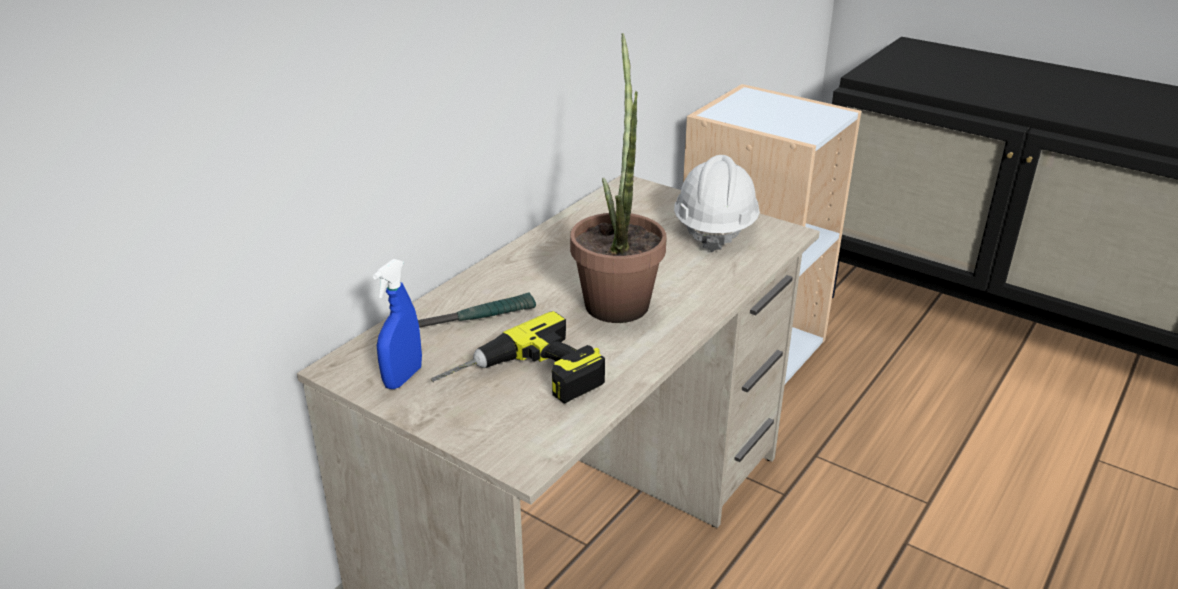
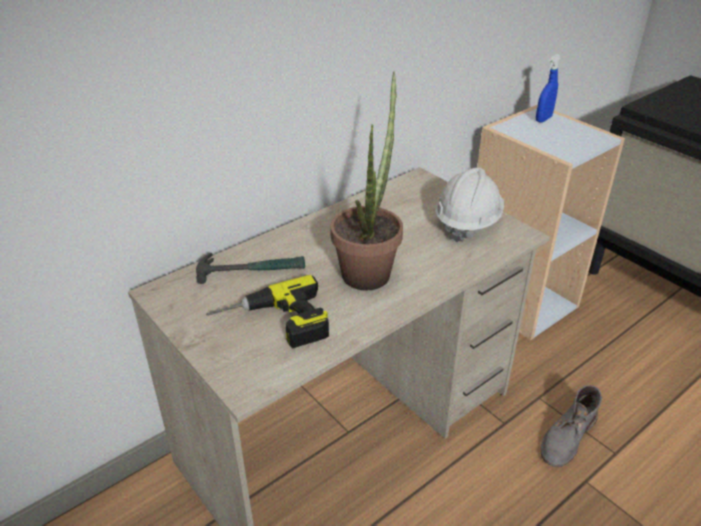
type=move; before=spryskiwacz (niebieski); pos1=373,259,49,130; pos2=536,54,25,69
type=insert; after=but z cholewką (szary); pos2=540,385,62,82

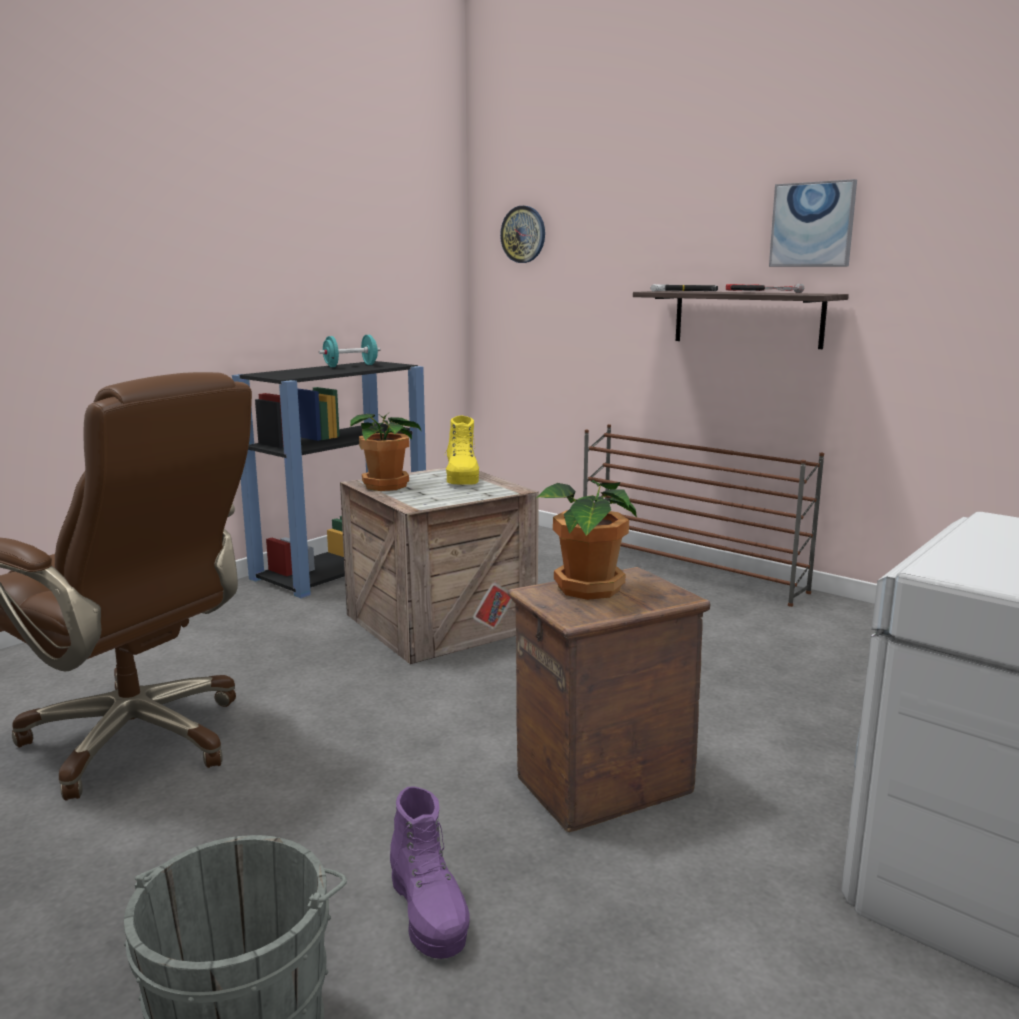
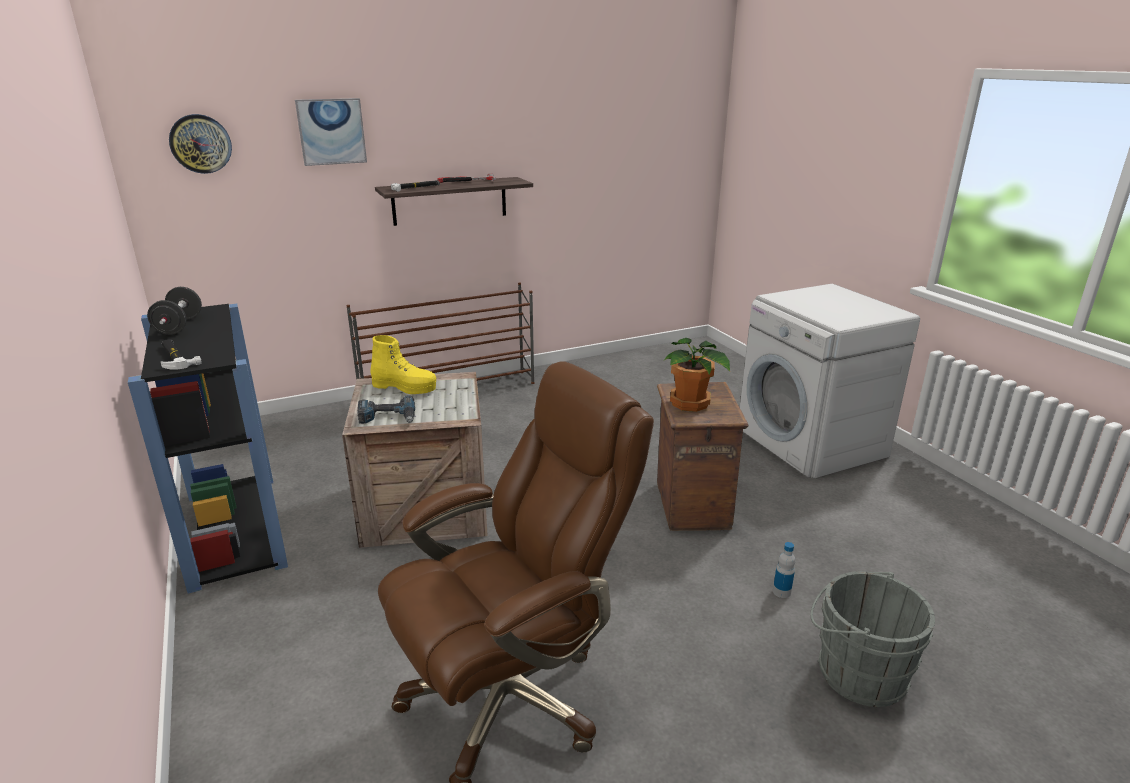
type=recolor; before=hantel (turkusowy); after=hantel (czarny); pos1=319,335,62,32; pos2=147,287,55,48
type=replace; before=roślina doniczkowa; after=wiertarka; pos1=350,414,71,77; pos2=358,395,57,29
type=replace; before=but z cholewką (fioletowy); after=butelka; pos1=390,786,80,173; pos2=773,542,22,56
type=move; before=obraz; pos1=769,179,88,88; pos2=295,98,72,68
type=insert; after=młotek; pos2=161,339,41,31

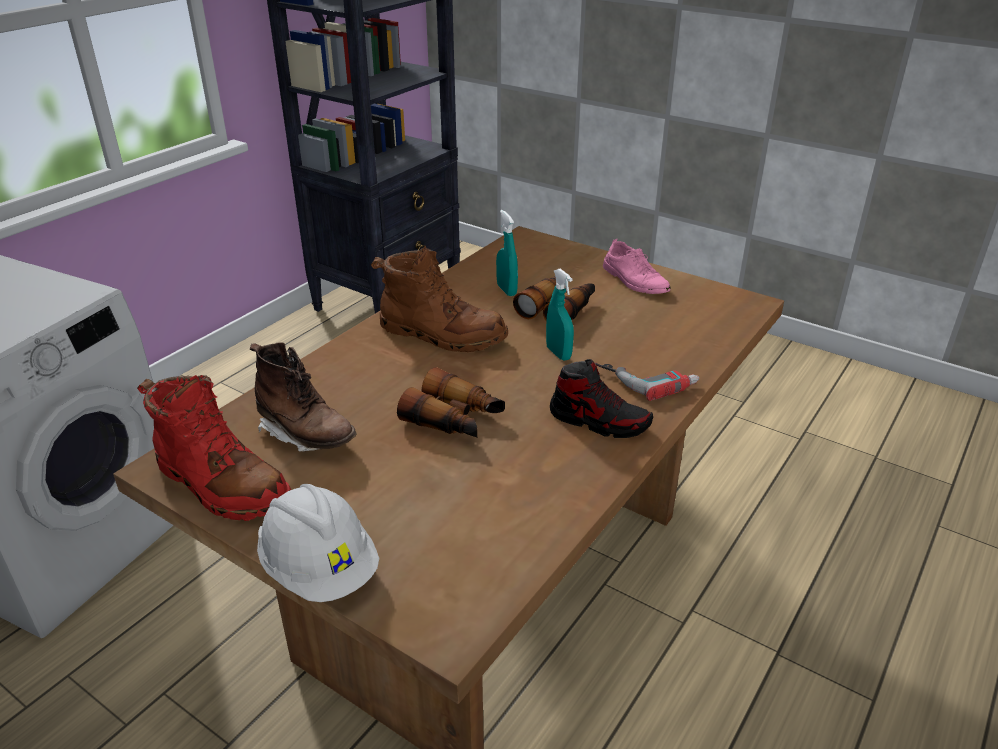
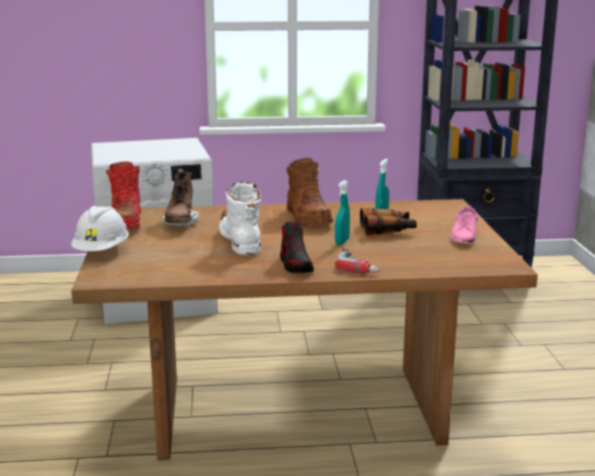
type=replace; before=lornetka; after=but z cholewką (biały); pos1=397,367,108,70; pos2=219,182,42,73

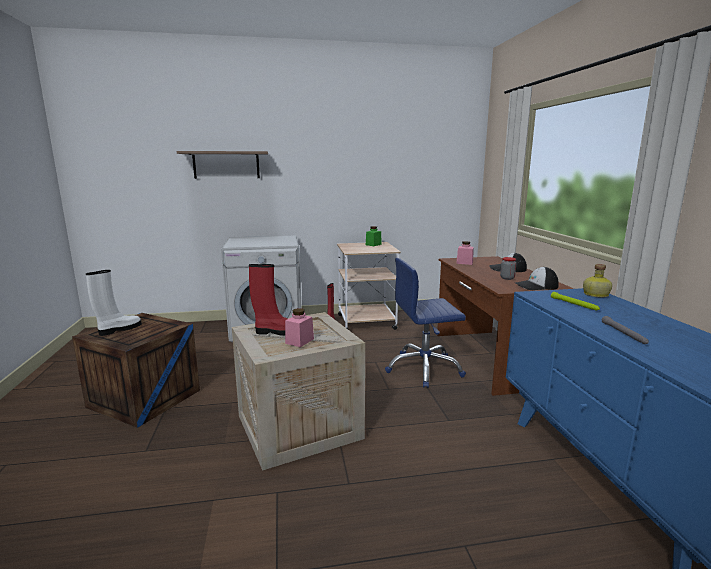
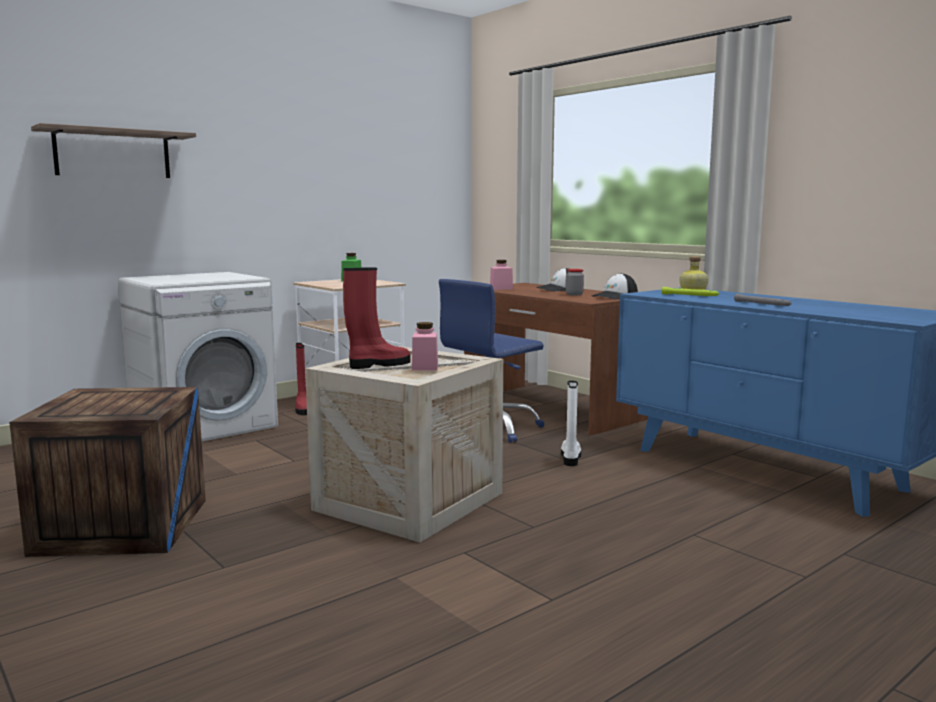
type=move; before=but z cholewką (biały); pos1=86,270,56,66; pos2=561,381,20,85

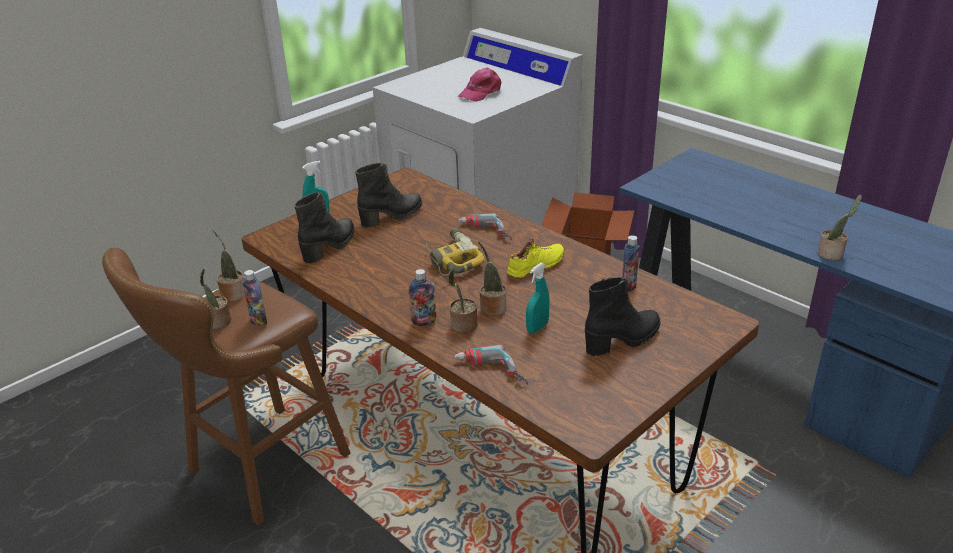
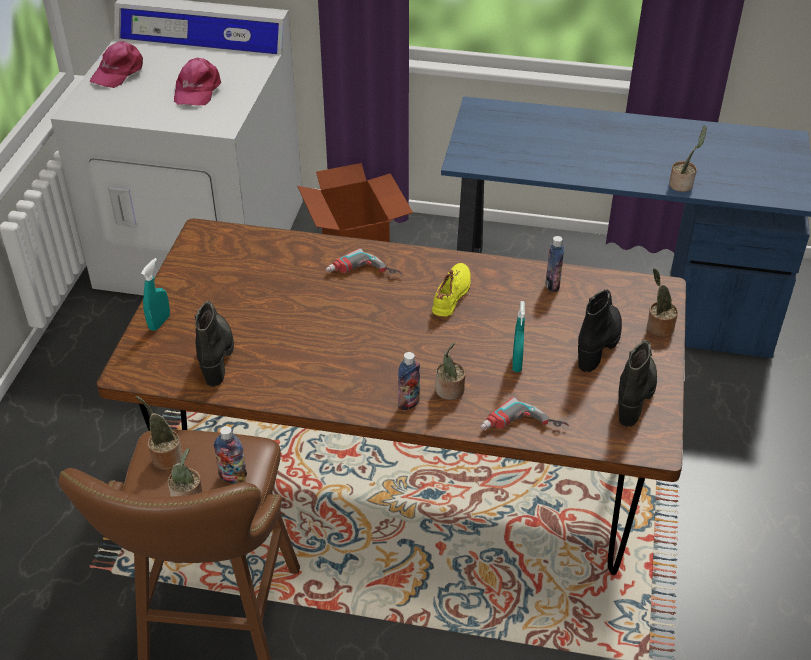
type=move; before=but z cholewką (czarny); pos1=355,163,67,65; pos2=618,340,39,87
type=delete; before=wiertarka; pos1=425,228,60,49
type=move; before=roślina doniczkowa; pos1=478,241,28,75; pos2=647,269,31,69
type=insert; after=czapka z daszkiem (różowy); pos2=90,41,53,47

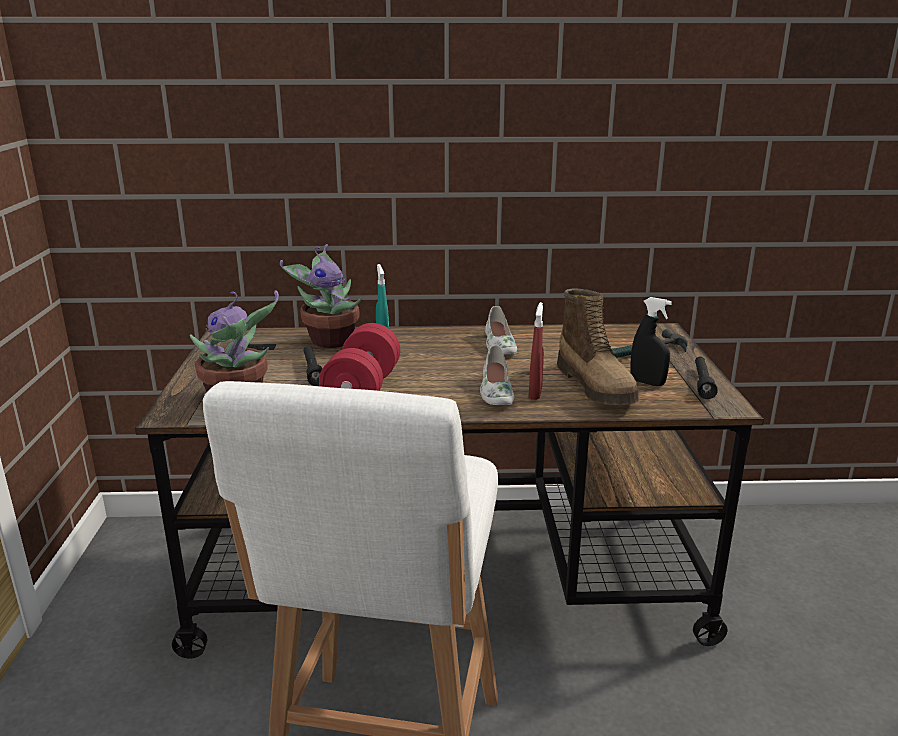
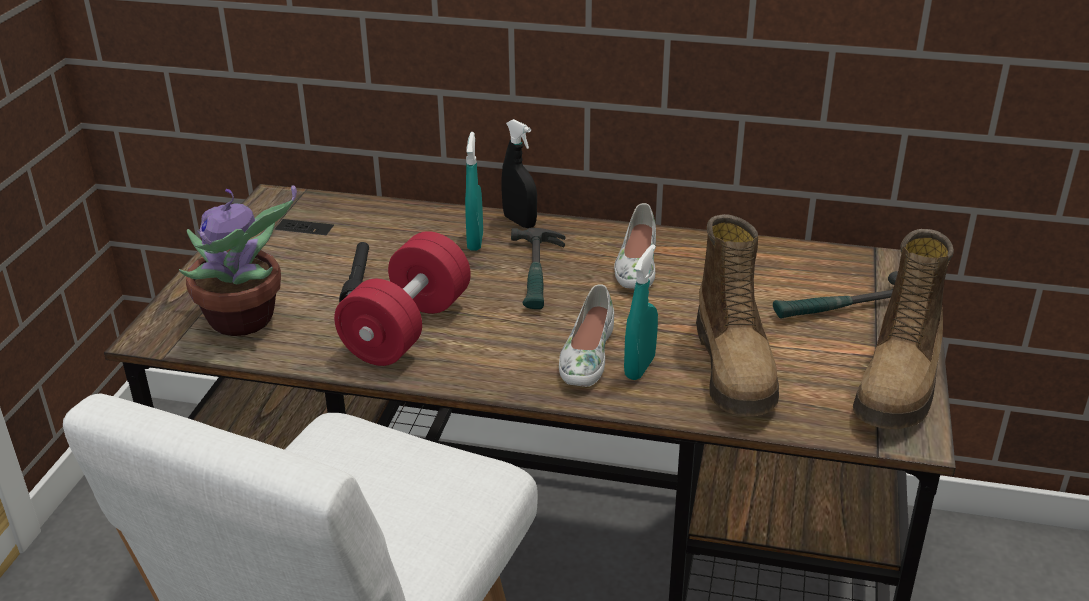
type=delete; before=roślina doniczkowa; pos1=280,244,82,104
type=recolor; before=spryskiwacz (czerwony); after=spryskiwacz (turkusowy); pos1=529,302,15,98; pos2=624,244,34,136
type=move; before=spryskiwacz (czarny); pos1=630,297,42,89; pos2=502,119,35,109
type=replace; before=latarka (czarny); after=but z cholewką; pos1=695,356,23,43; pos2=853,229,101,200
type=insert; after=młotek; pos2=511,228,54,81

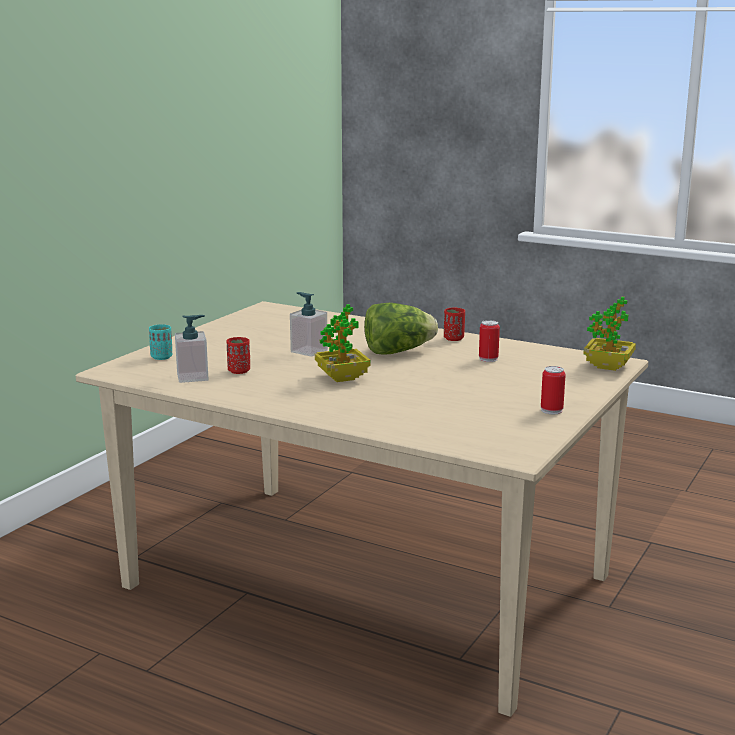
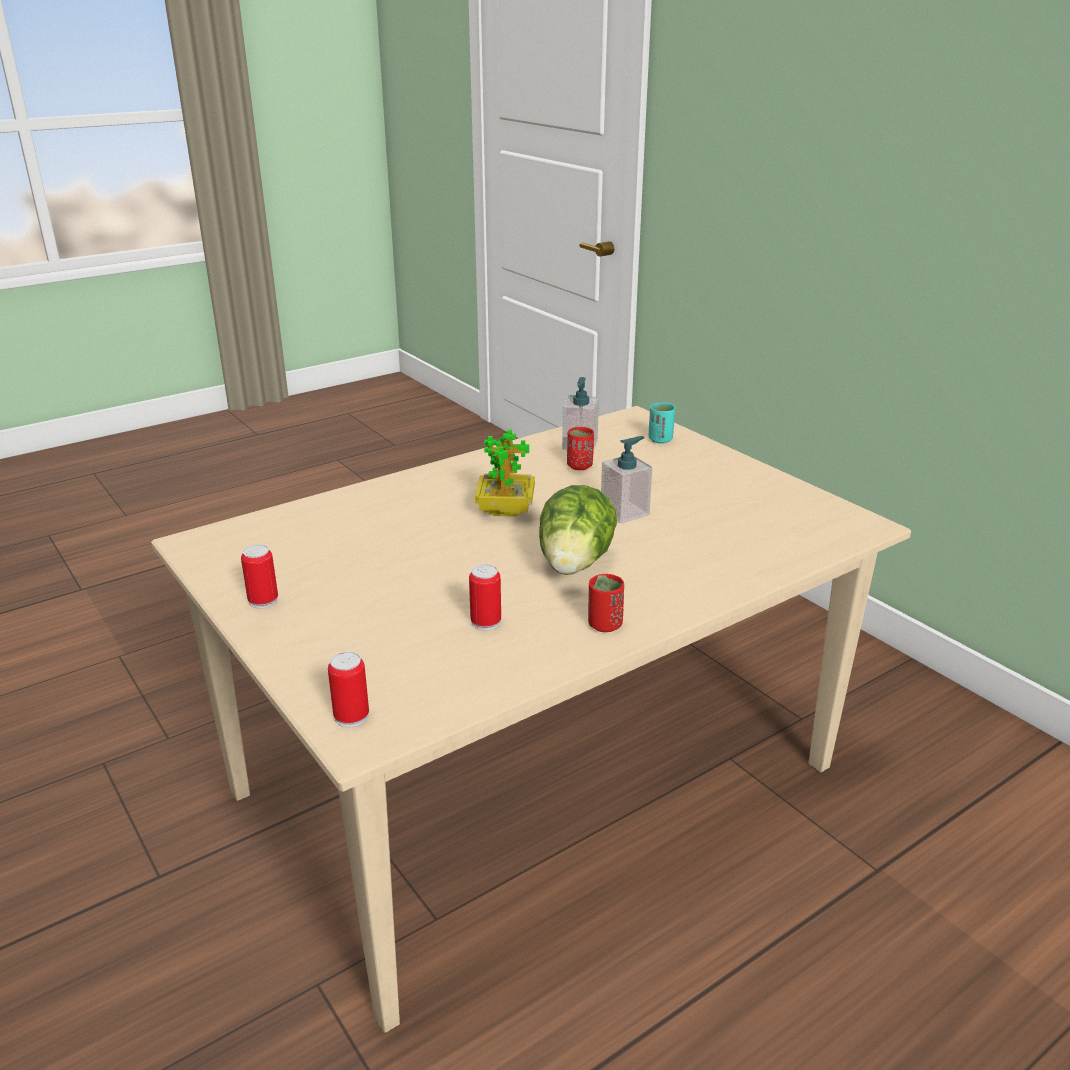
type=replace; before=roślina doniczkowa; after=puszka; pos1=583,297,53,74; pos2=328,651,41,76

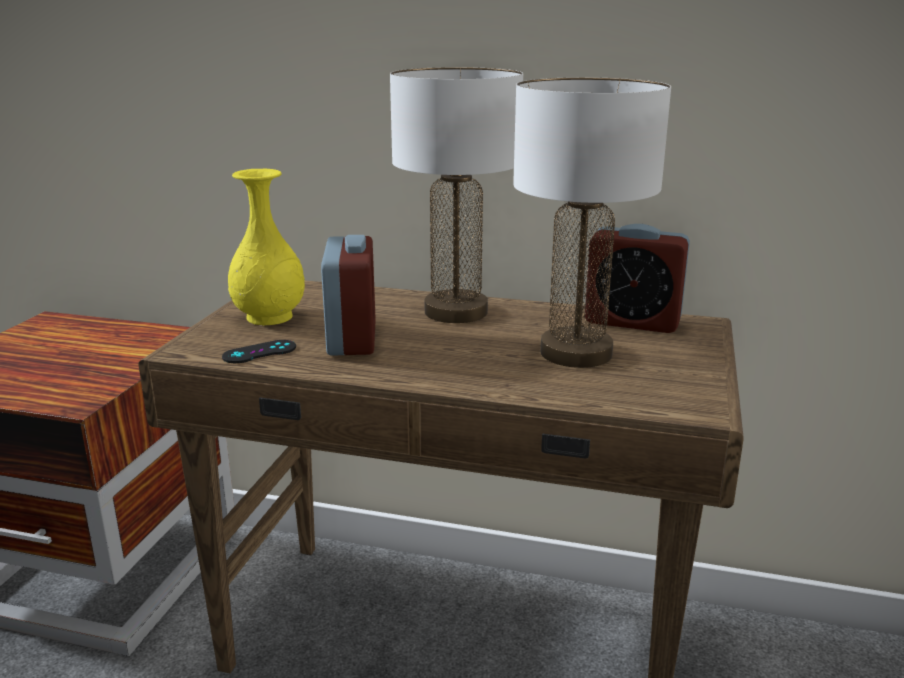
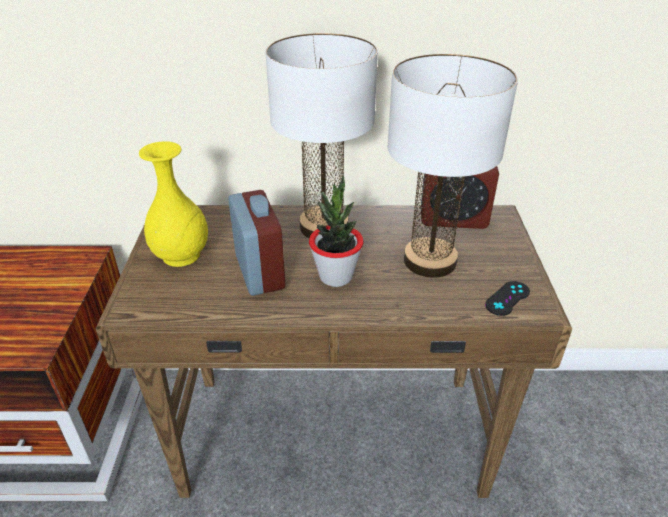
type=move; before=pad do gier (czarny); pos1=222,340,74,23; pos2=485,281,45,35
type=insert; after=roślina doniczkowa; pos2=309,176,55,111

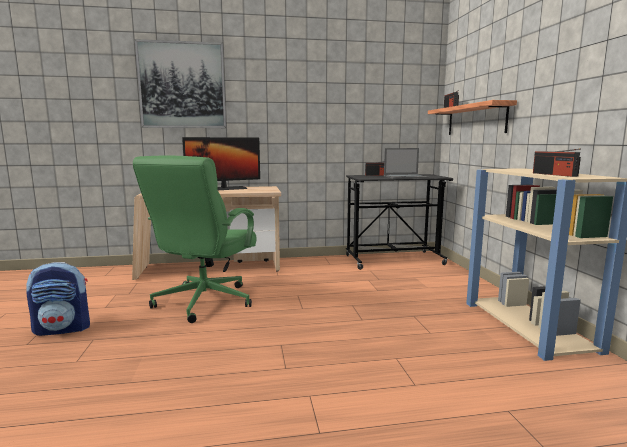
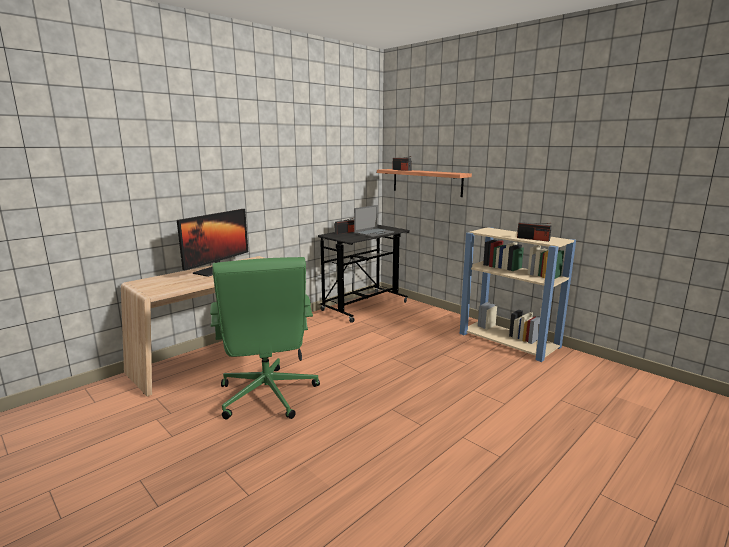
type=delete; before=plecak; pos1=26,262,64,74
type=delete; before=obraz; pos1=135,39,91,89

